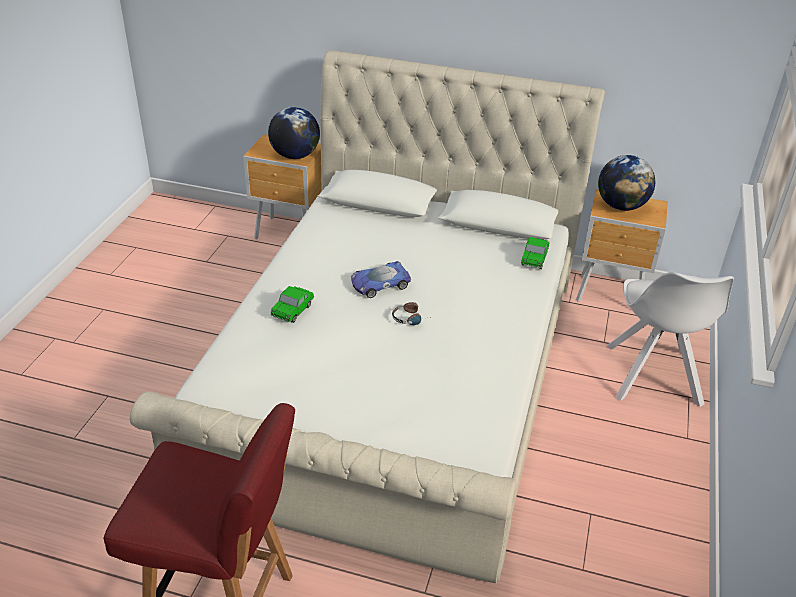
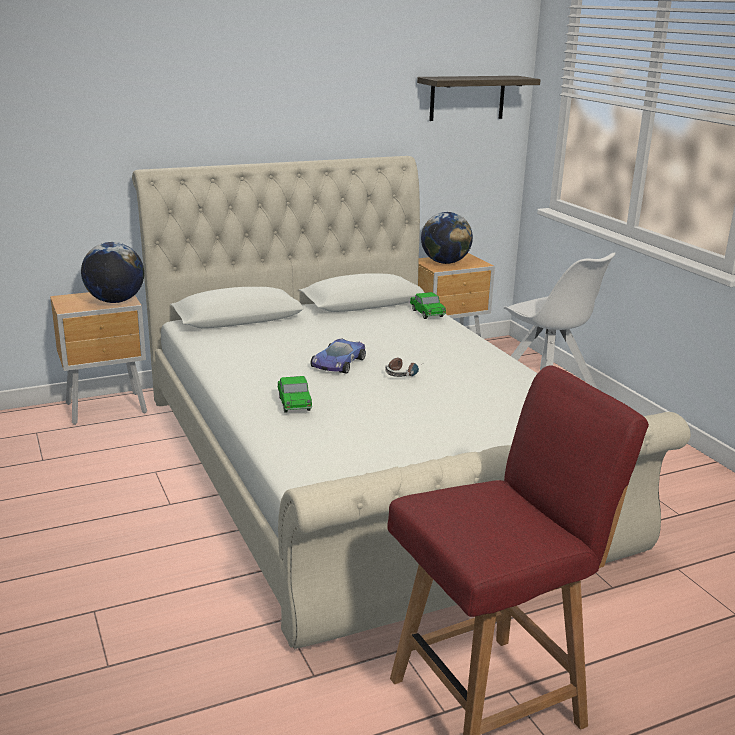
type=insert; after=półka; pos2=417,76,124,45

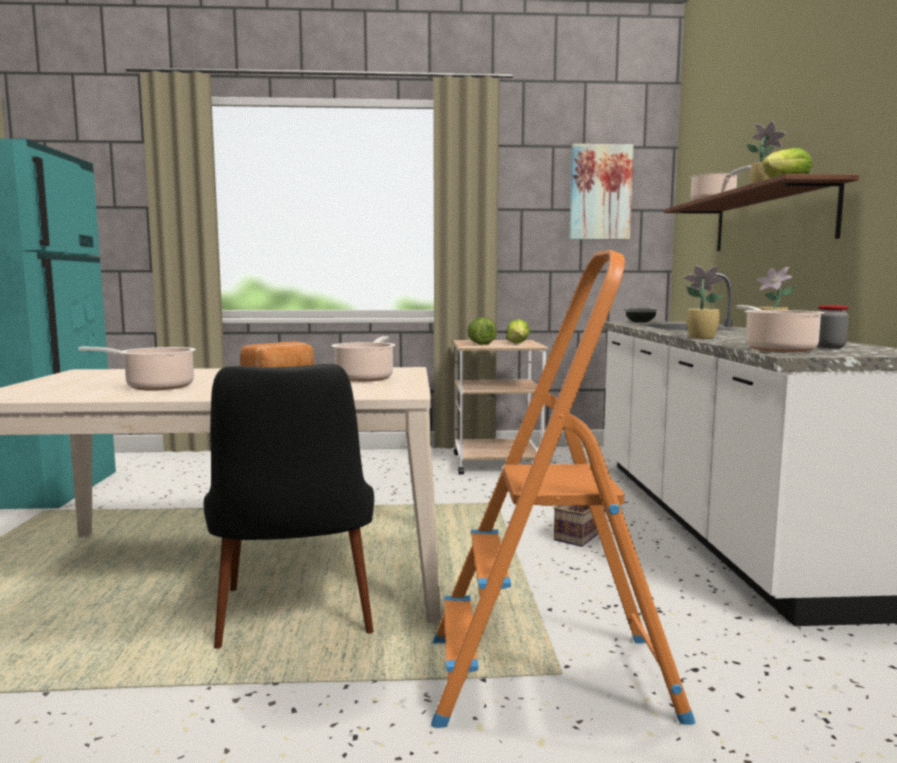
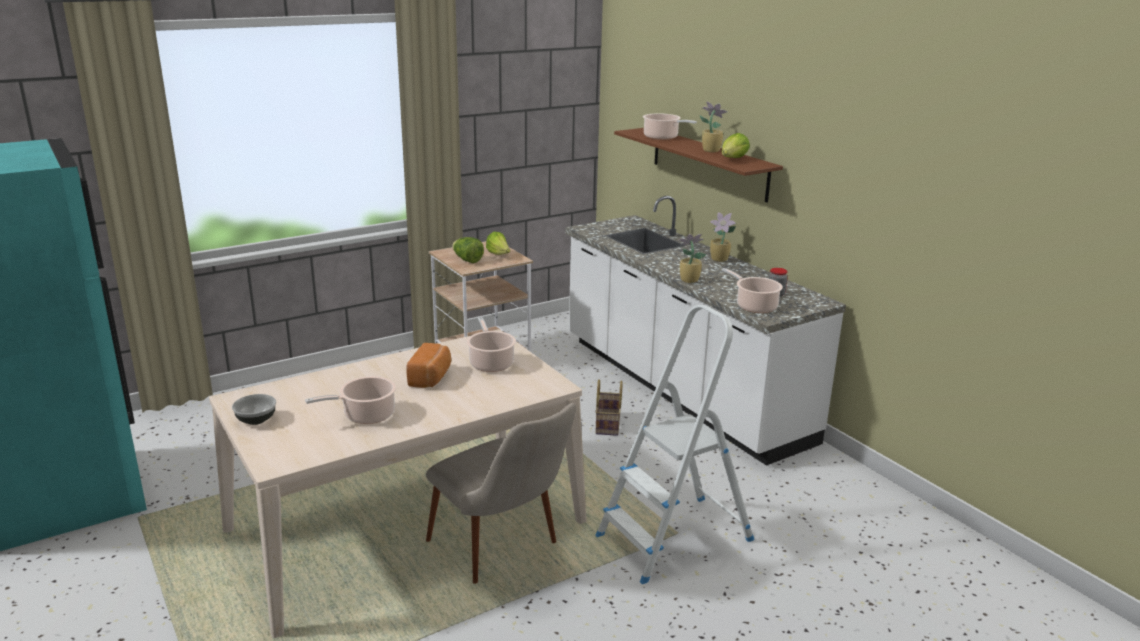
type=recolor; before=krzesło (czarny); after=krzesło (beżowy); pos1=204,364,170,285; pos2=426,403,150,181
type=recolor; before=drabinka (pomarańczowy); after=drabinka (biały); pos1=431,250,265,478; pos2=595,305,159,279
type=delete; before=obraz; pos1=569,144,65,96
type=move; before=miska; pos1=625,308,33,15; pos2=232,394,44,31

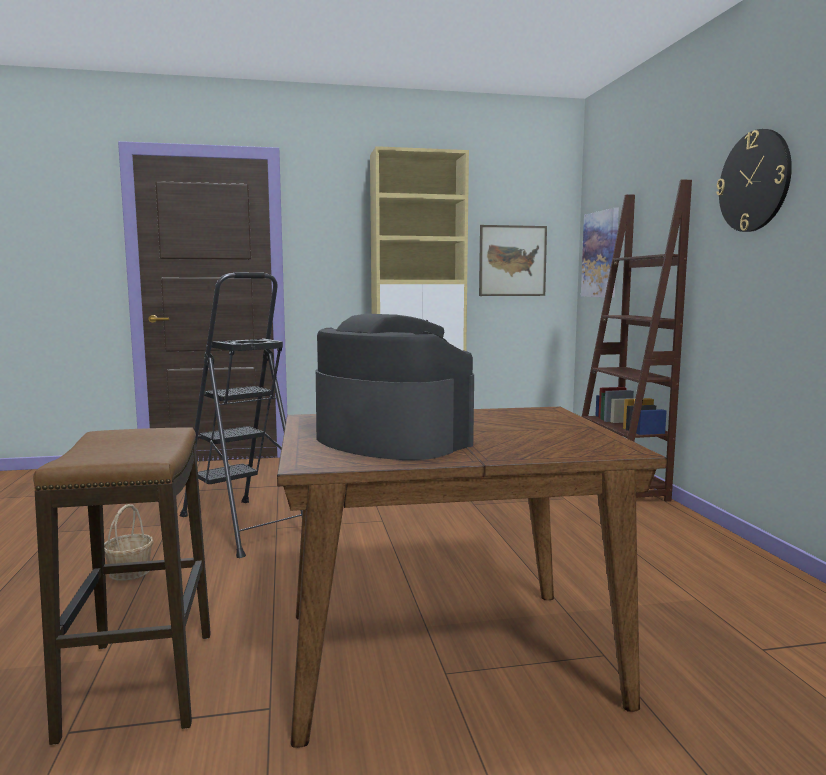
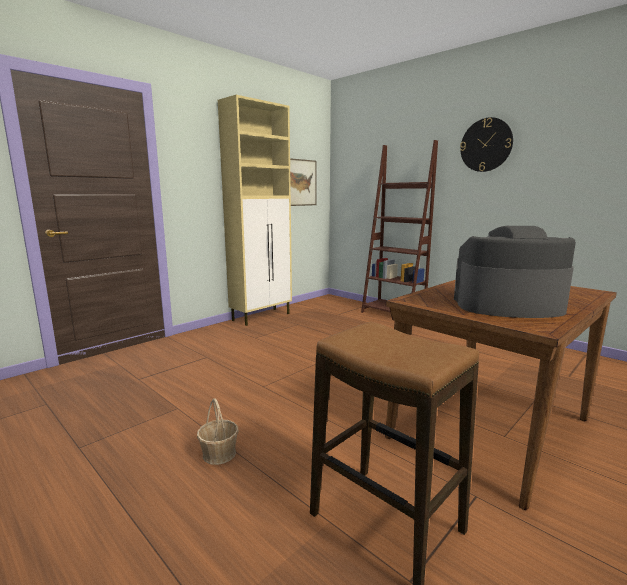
type=delete; before=drabinka; pos1=180,272,123,286
type=delete; before=obraz; pos1=581,208,38,90

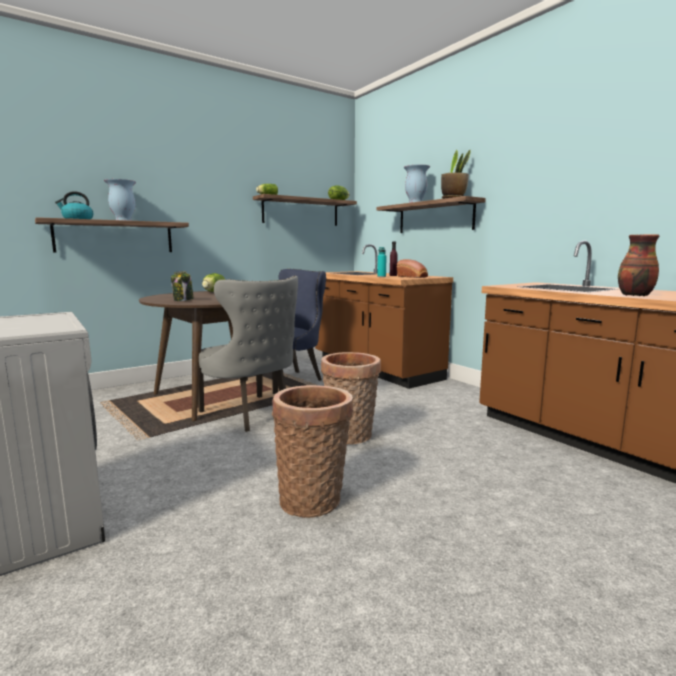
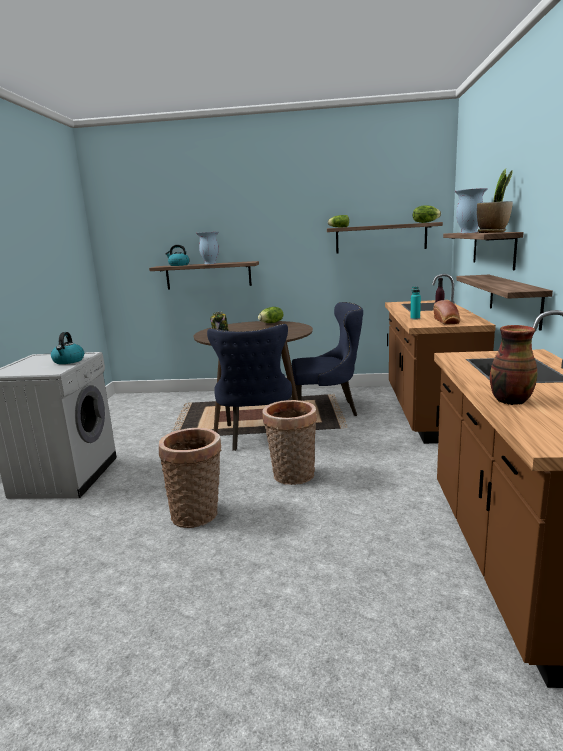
type=recolor; before=krzesło (szary); after=krzesło (niebieski); pos1=198,276,100,156; pos2=207,324,85,127
type=insert; after=czajnik; pos2=51,332,33,32
type=insert; after=półka; pos2=456,275,97,56

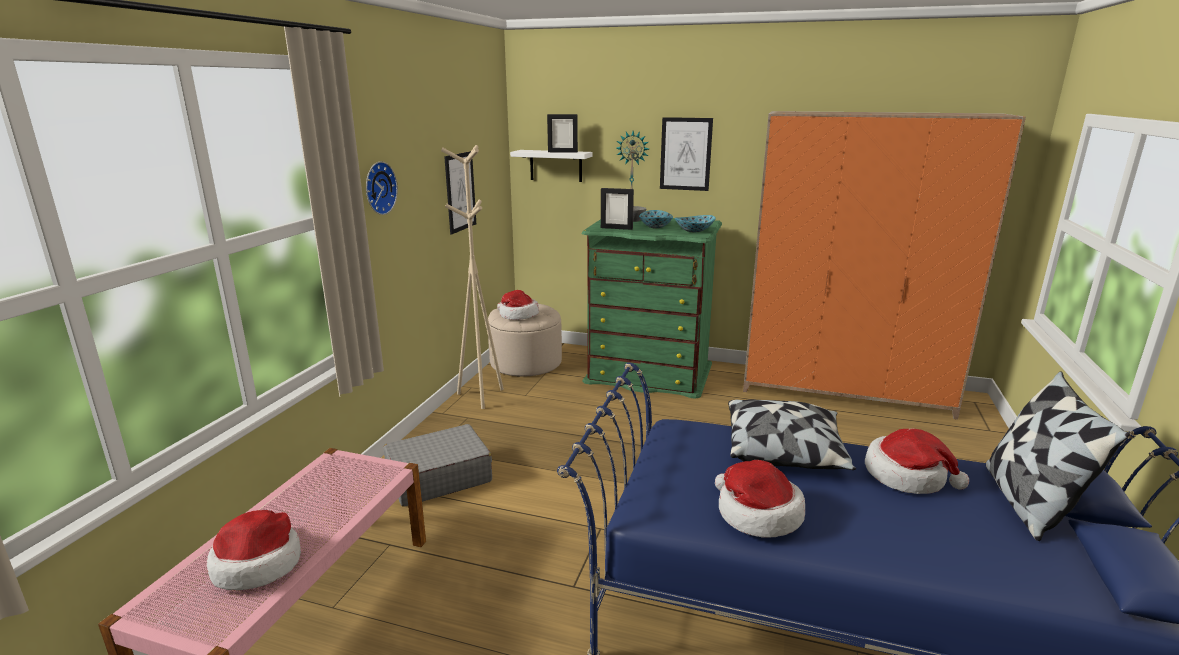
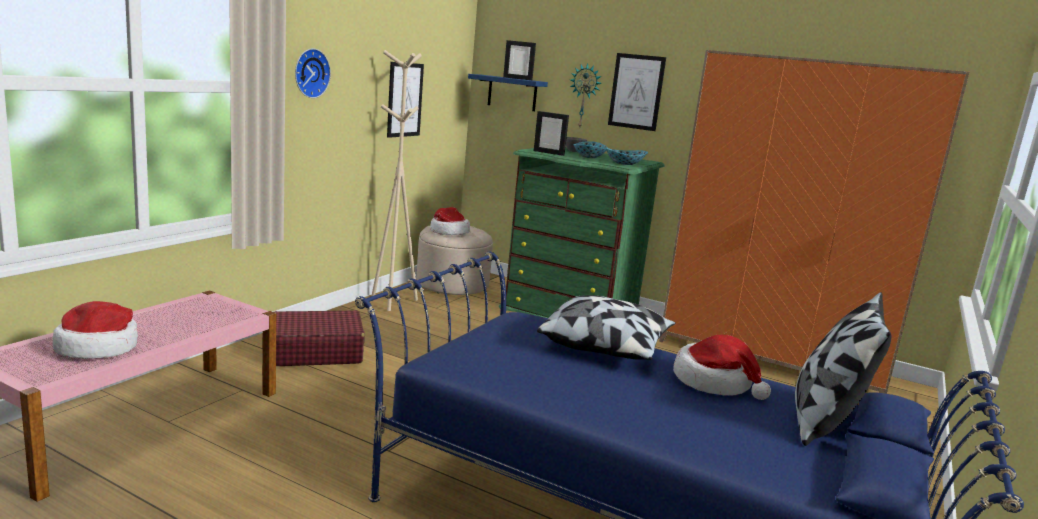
type=recolor; before=walizka (szary); after=walizka (czerwony); pos1=383,424,109,83; pos2=275,310,90,56
type=recolor; before=półka (biały); after=półka (niebieski); pos1=510,150,82,32; pos2=468,74,80,37
type=delete; before=kapelusz; pos1=715,460,90,78

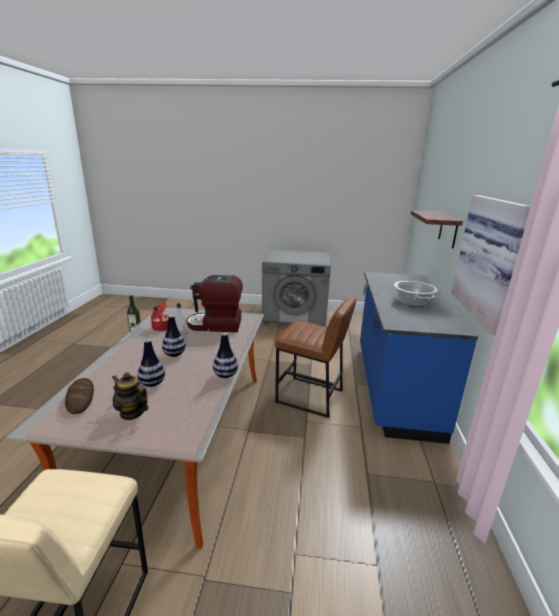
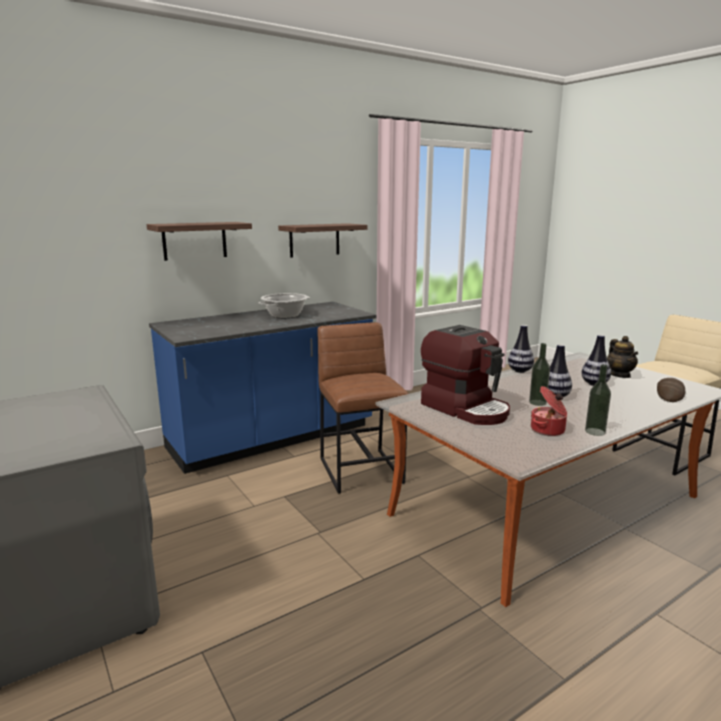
type=replace; before=obraz; after=półka; pos1=452,195,79,140; pos2=278,223,89,35

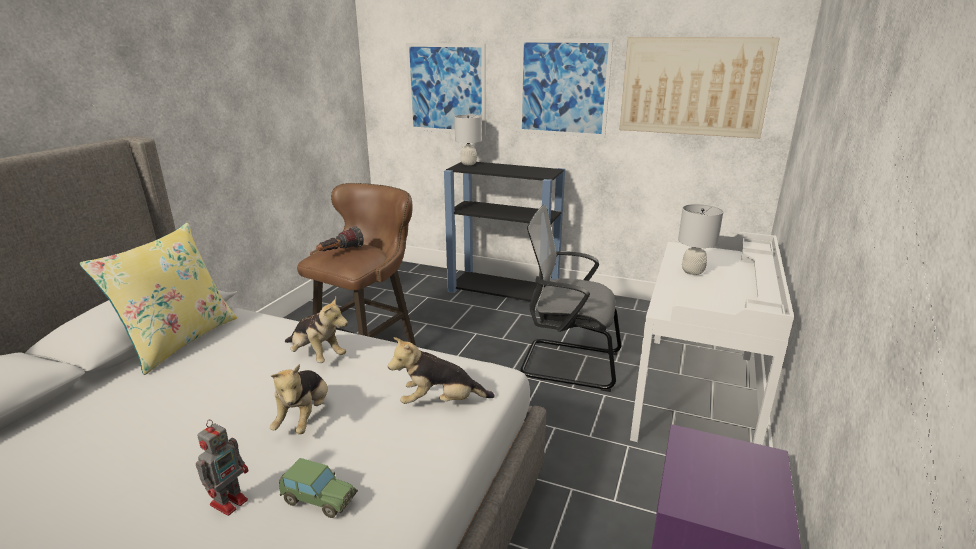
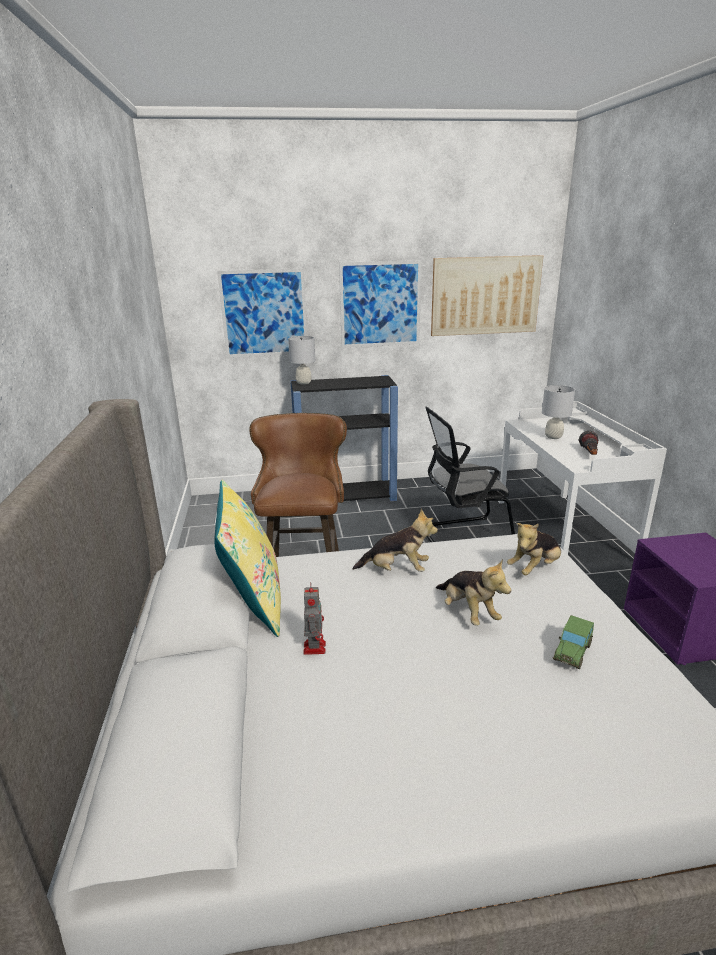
type=move; before=robot zabawkowy; pos1=196,420,52,96; pos2=303,582,23,73
type=rotate; before=samochodzik; pos1=279,458,79,60; pos2=553,615,41,54; turn=135
type=move; before=latarka; pos1=316,226,48,25; pos2=579,431,20,24

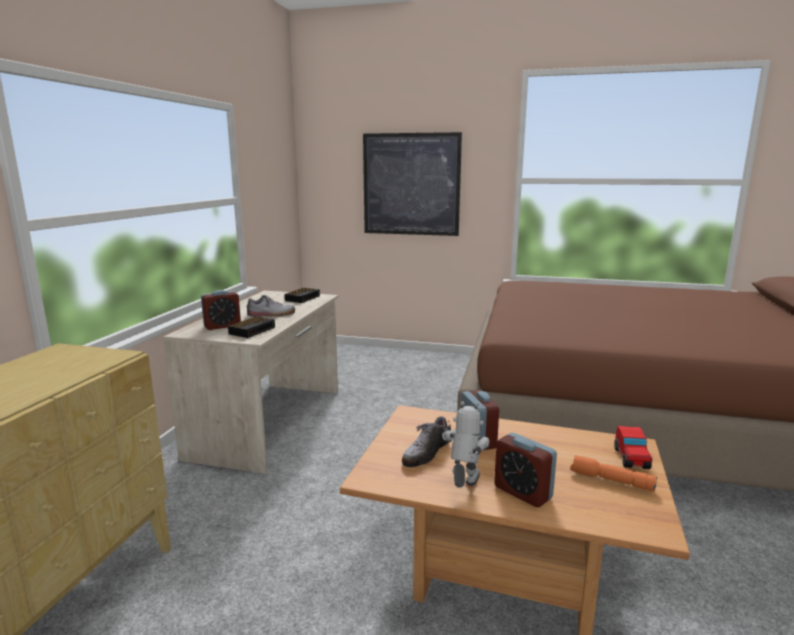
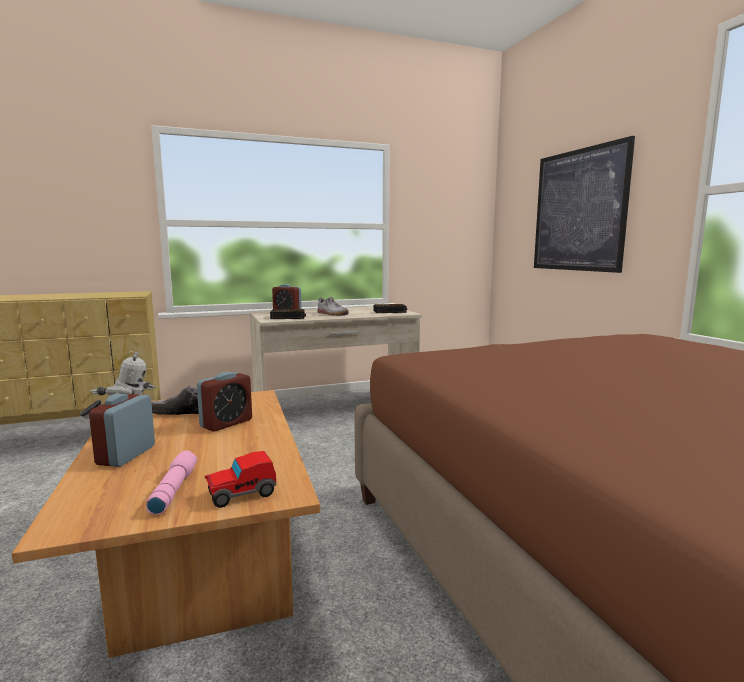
type=recolor; before=latarka (pomarańczowy); after=latarka (różowy); pos1=570,455,87,36; pos2=146,451,51,63

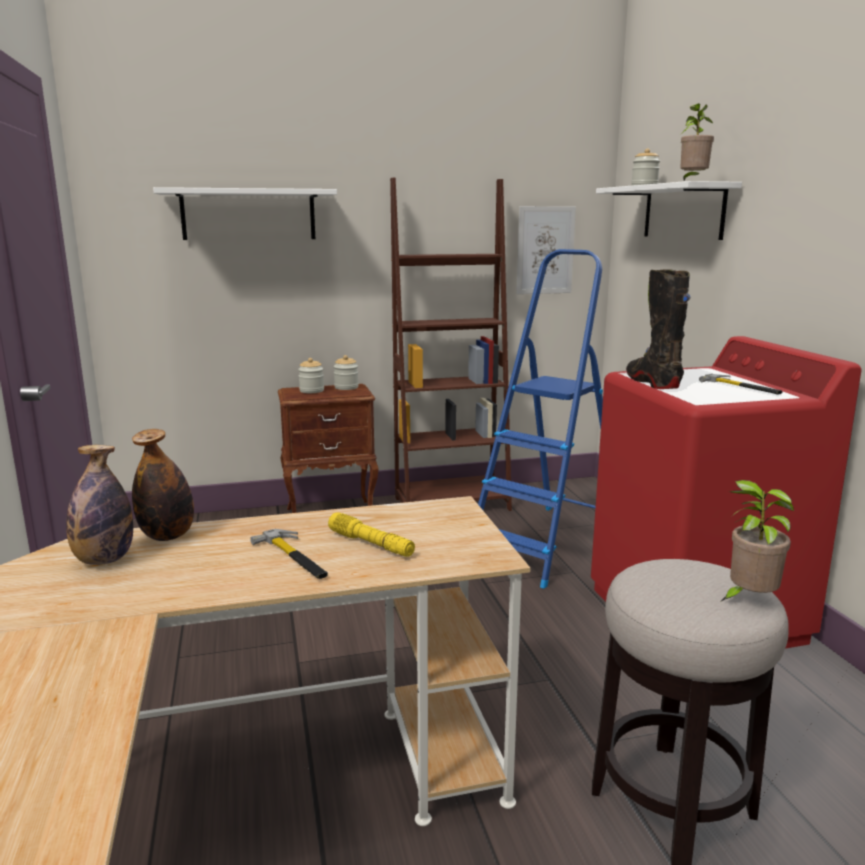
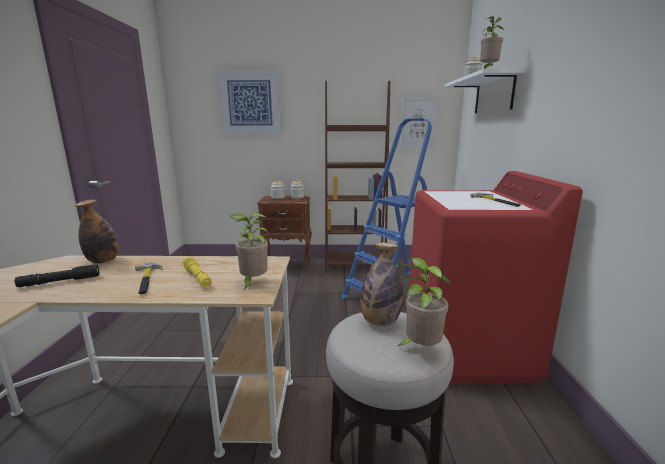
type=move; before=butelka; pos1=66,445,67,120; pos2=360,243,43,83
type=replace; before=półka (biały); after=obraz; pos1=153,187,184,53; pos2=218,71,63,62
type=delete; before=but z cholewką (czarny); pos1=626,269,65,120
type=insert; after=latarka (czarny); pos2=15,265,84,22
type=insert; after=roślina doniczkowa; pos2=231,213,37,77

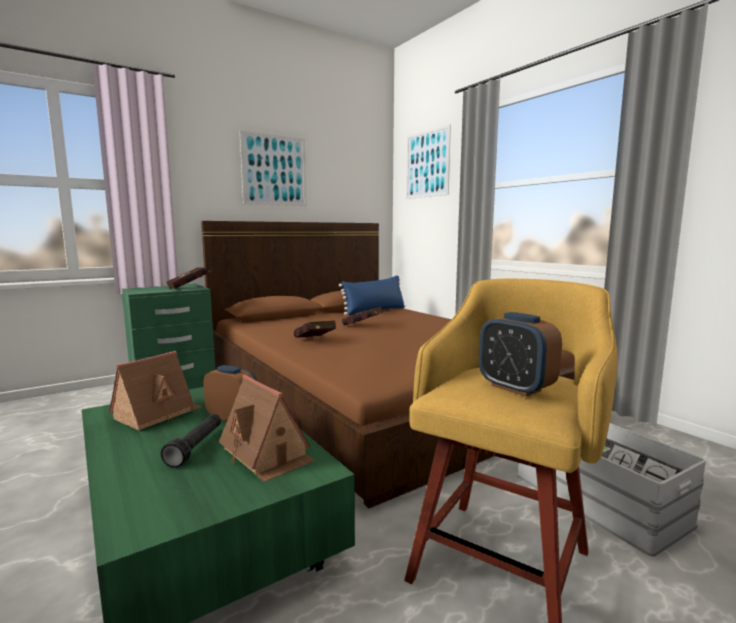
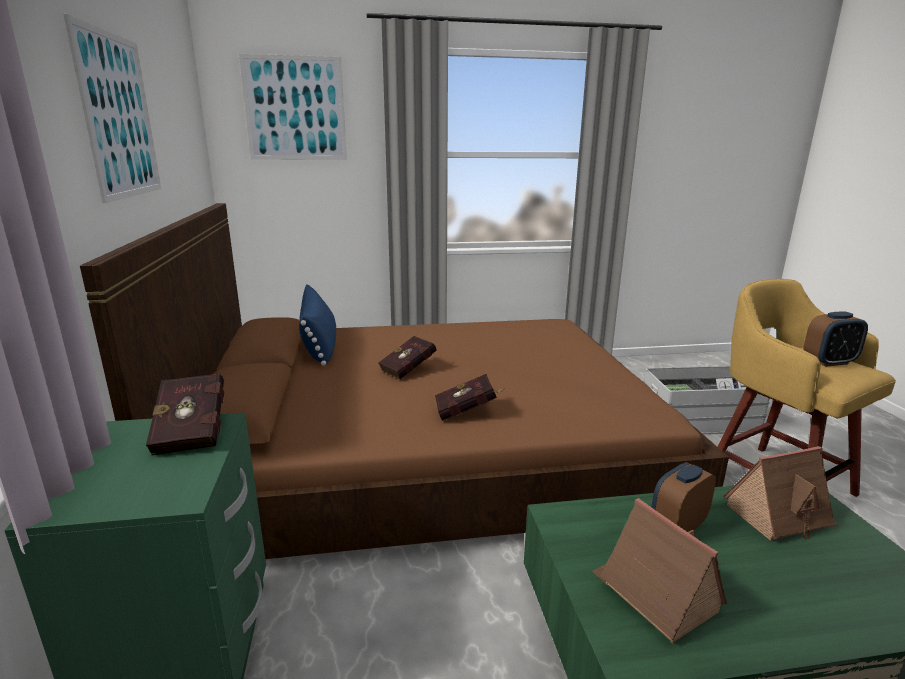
type=delete; before=latarka (czarny); pos1=161,414,60,54

